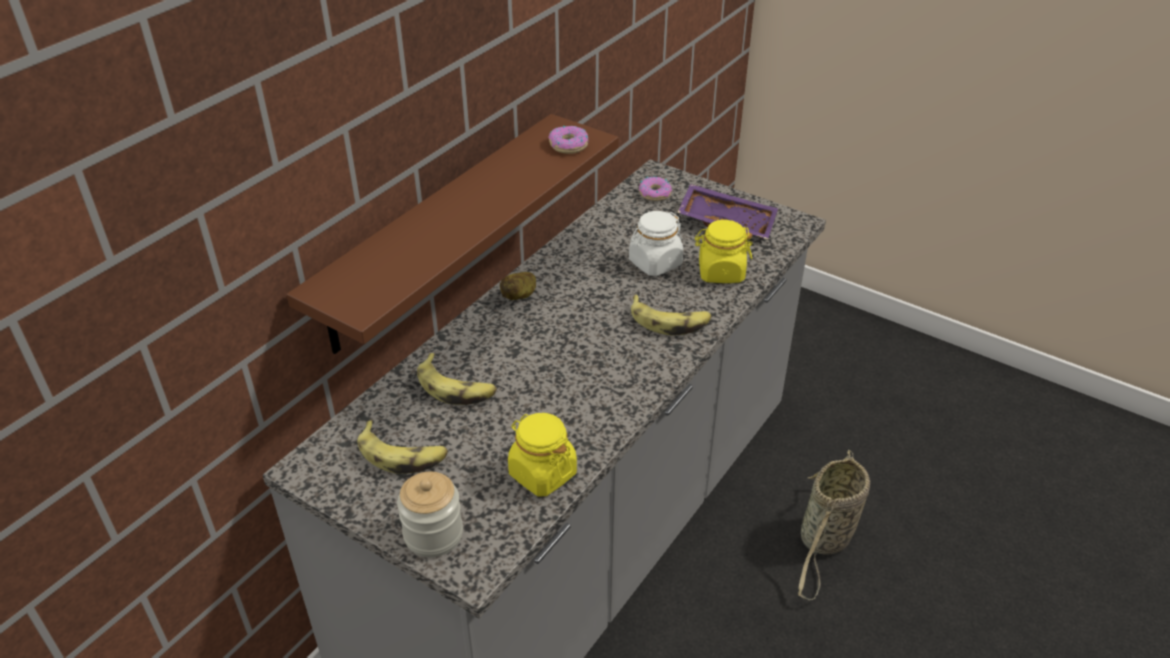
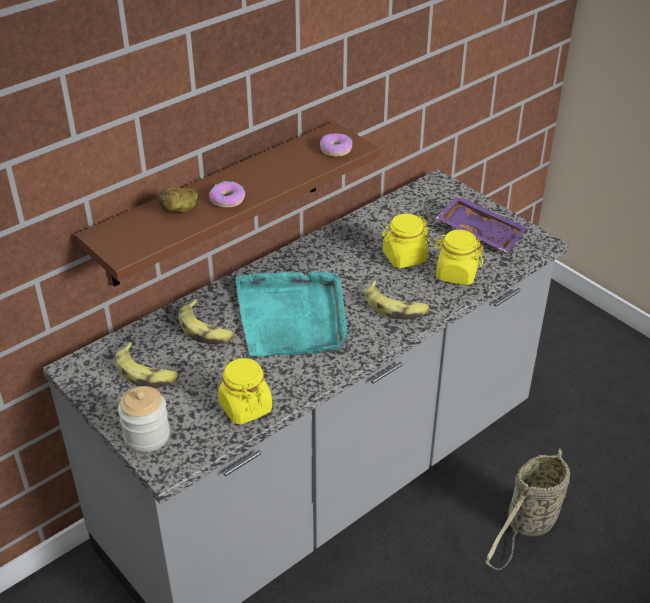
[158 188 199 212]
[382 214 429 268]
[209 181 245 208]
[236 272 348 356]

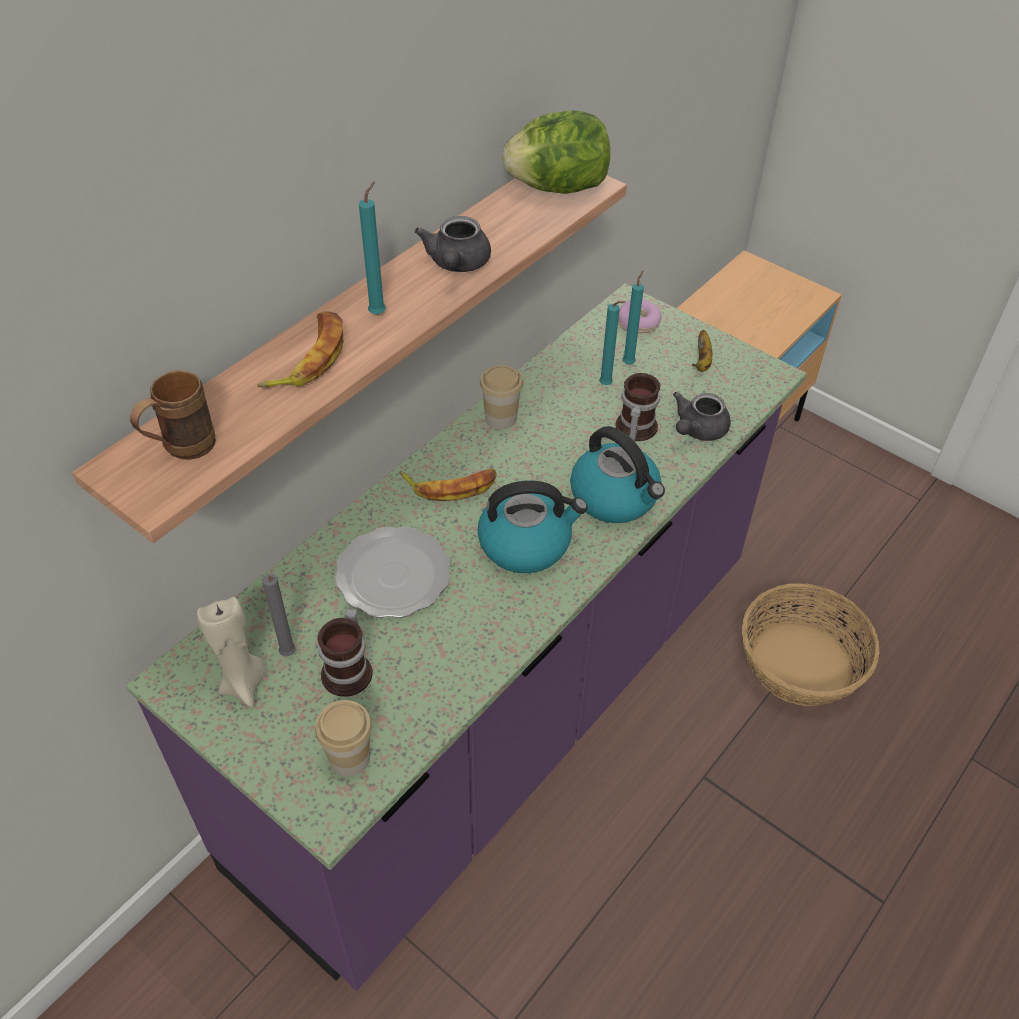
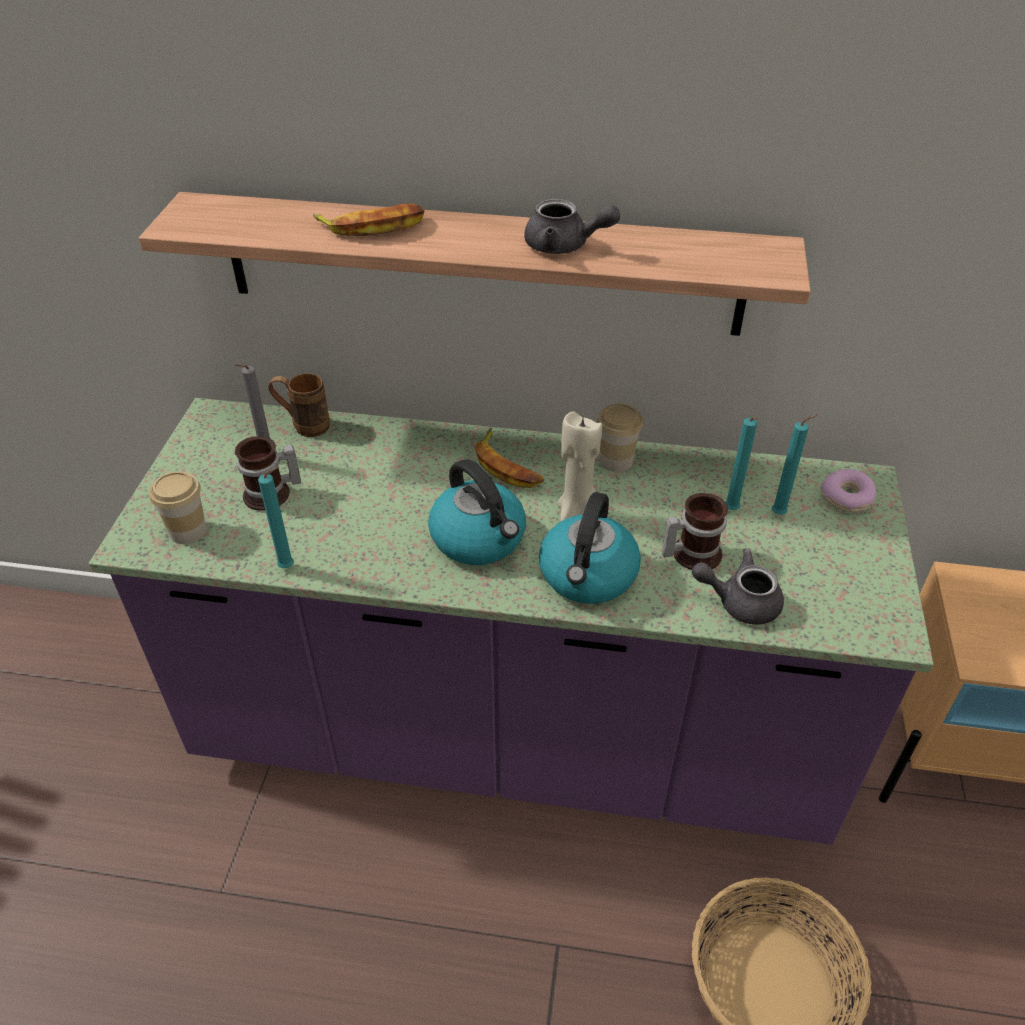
[268 373 330 437]
[557 411 602 522]
[335 527 451 618] (first image)
[258 467 294 568]
[524 199 620 254]
[502 110 610 194] (first image)
[692 330 712 372] (first image)

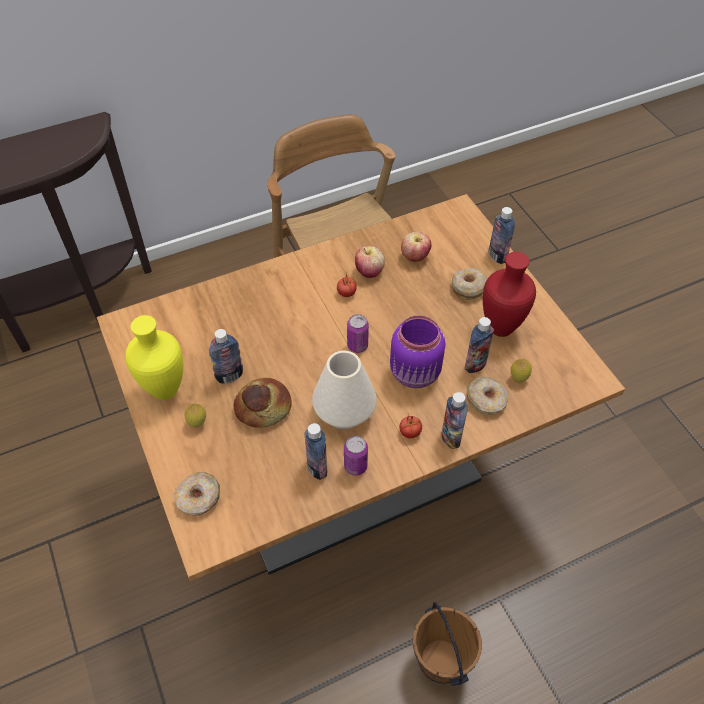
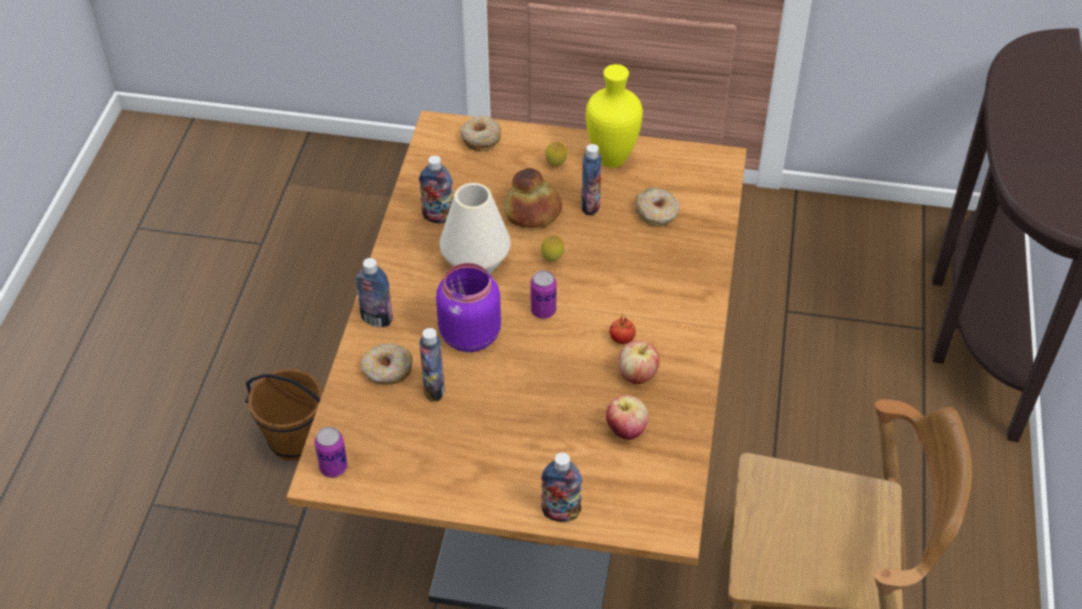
[314 427 348 478]
[399 415 422 438] (first image)
[635 188 679 226]
[483 252 536 337] (first image)
[541 236 564 262]

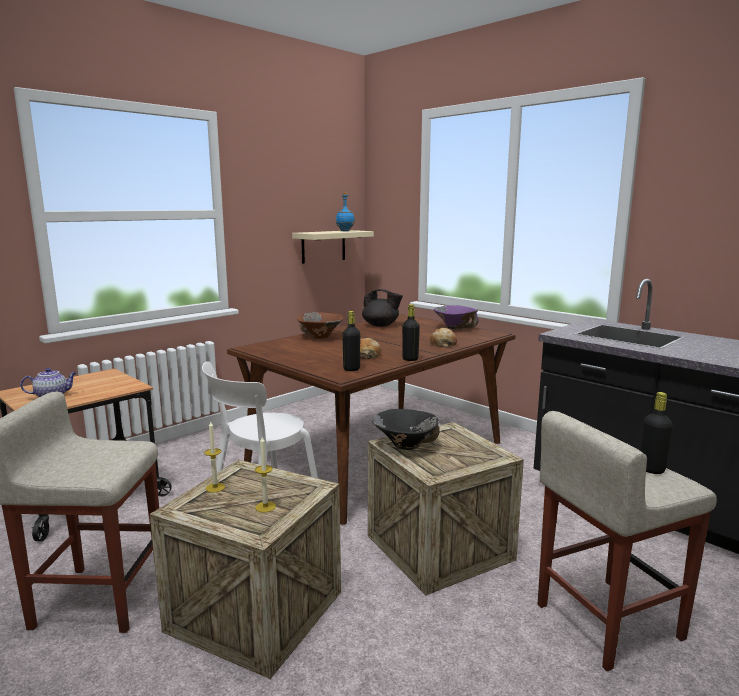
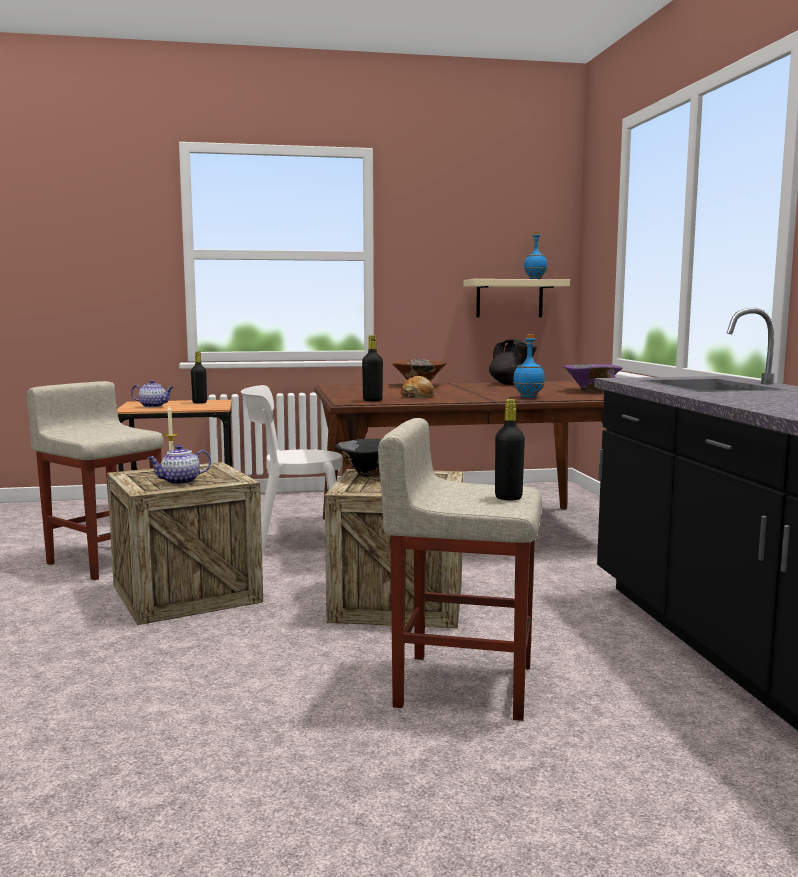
[147 445 211 485]
[191 351 207 404]
[513 334 545 398]

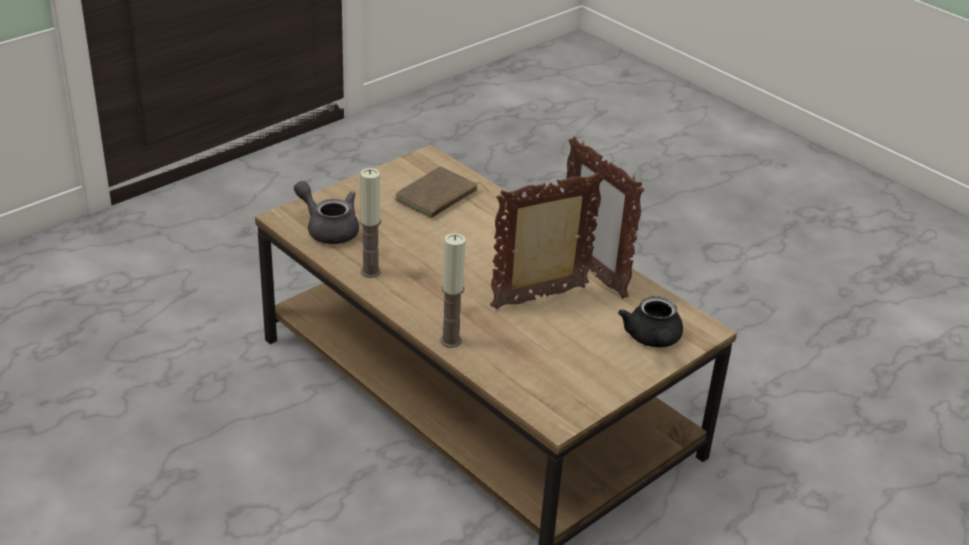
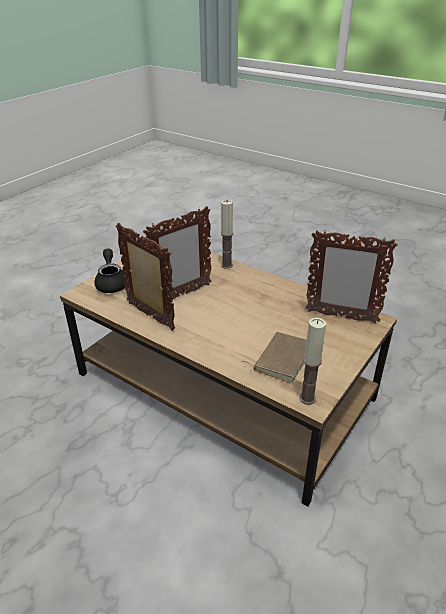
[306 230 397 323]
[299 318 326 405]

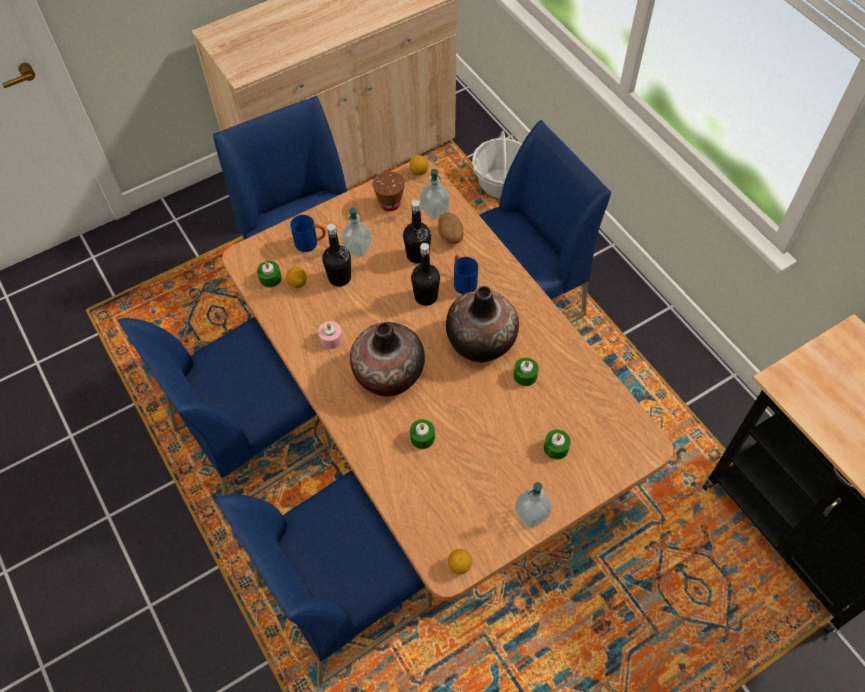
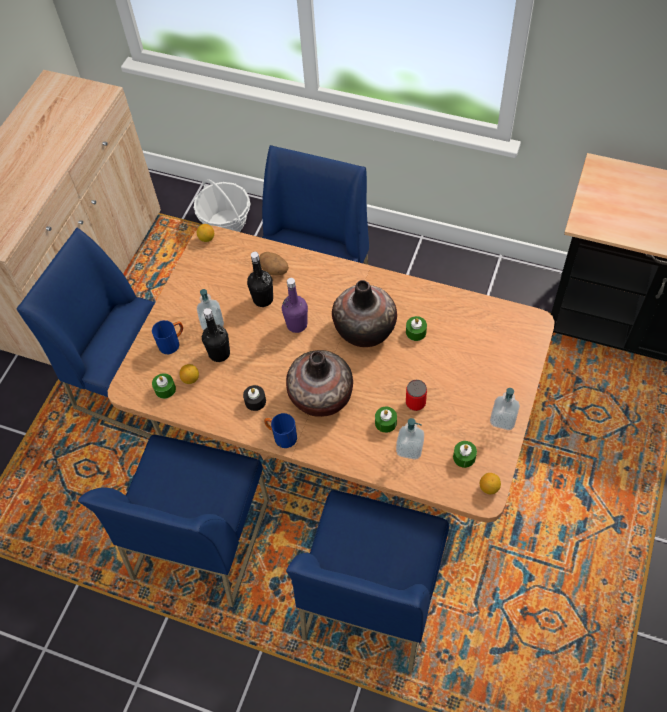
[243 385 266 411]
[373 171 405 211] (first image)
[282 278 308 333]
[396 418 424 460]
[264 413 297 448]
[453 441 477 468]
[406 380 427 411]

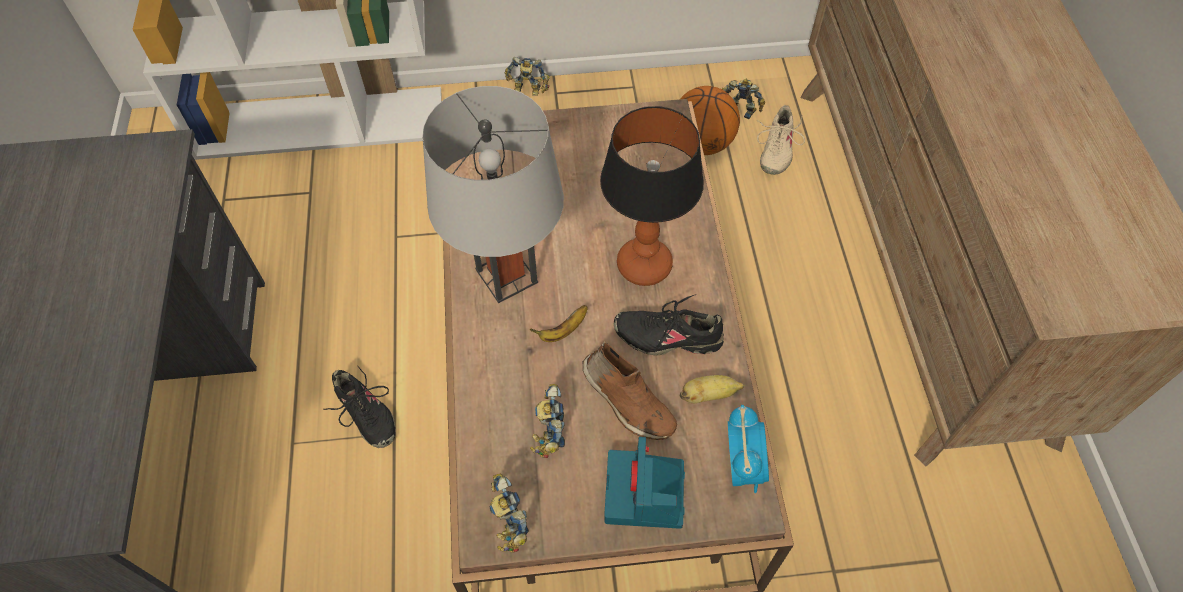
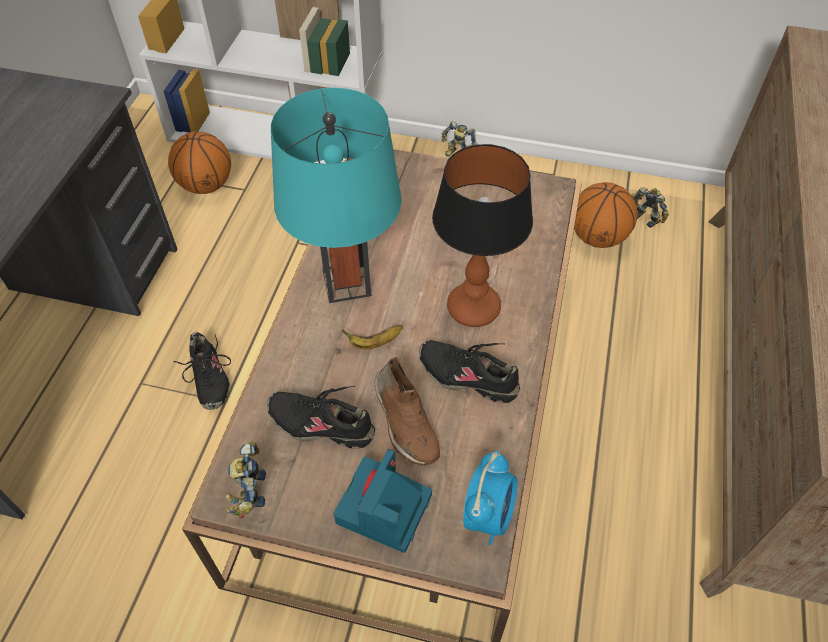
[271 88 402 303]
[267 386 375 449]
[680 375 744 403] (first image)
[757 105 805 175] (first image)
[168 131 231 194]

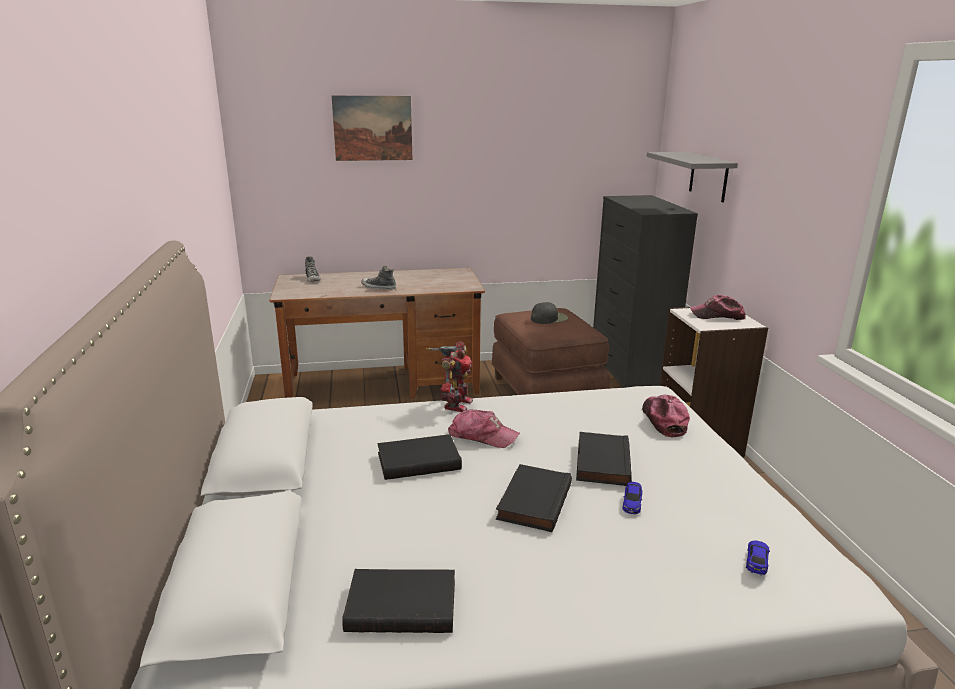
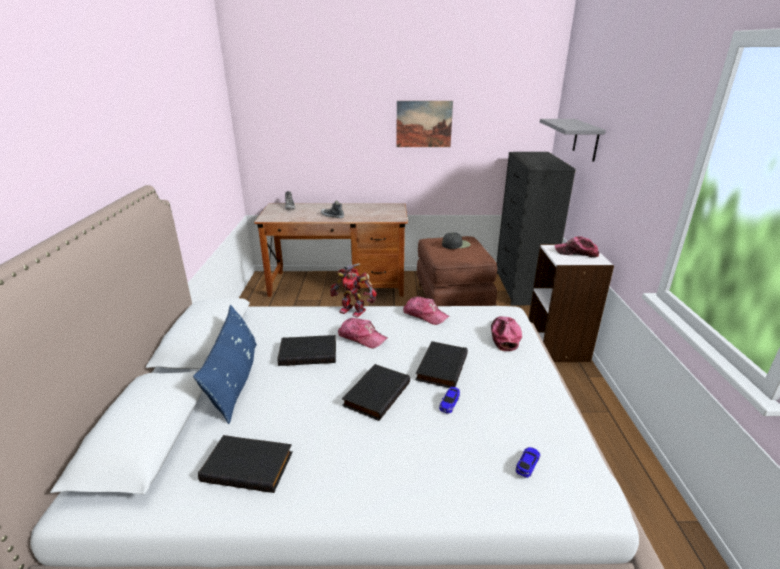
[396 101 453 147]
[330 263 377 317]
[193 305 257 424]
[403 296 449 325]

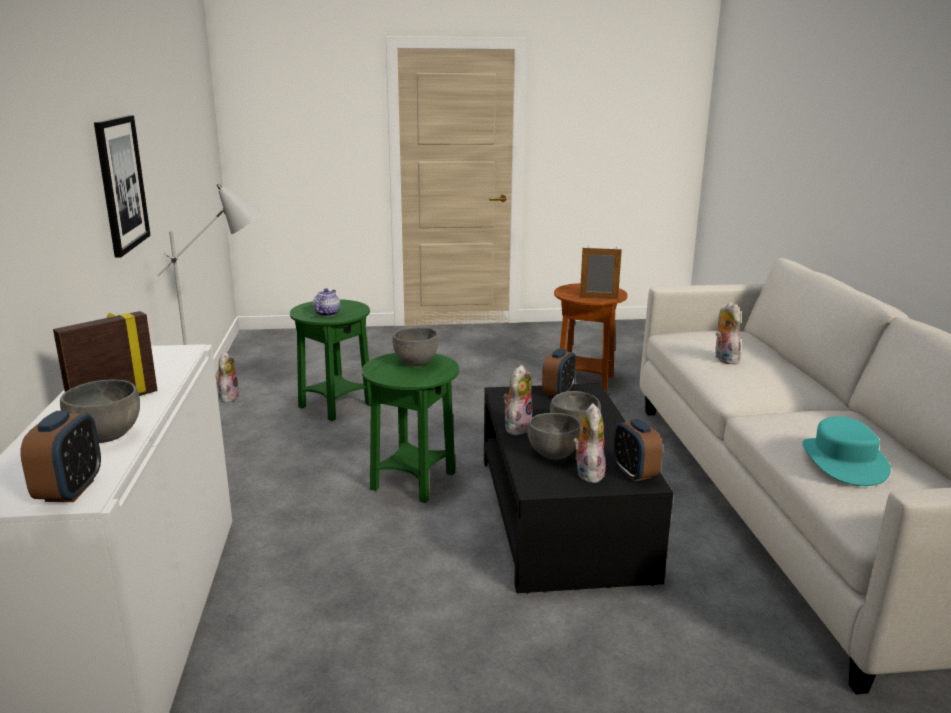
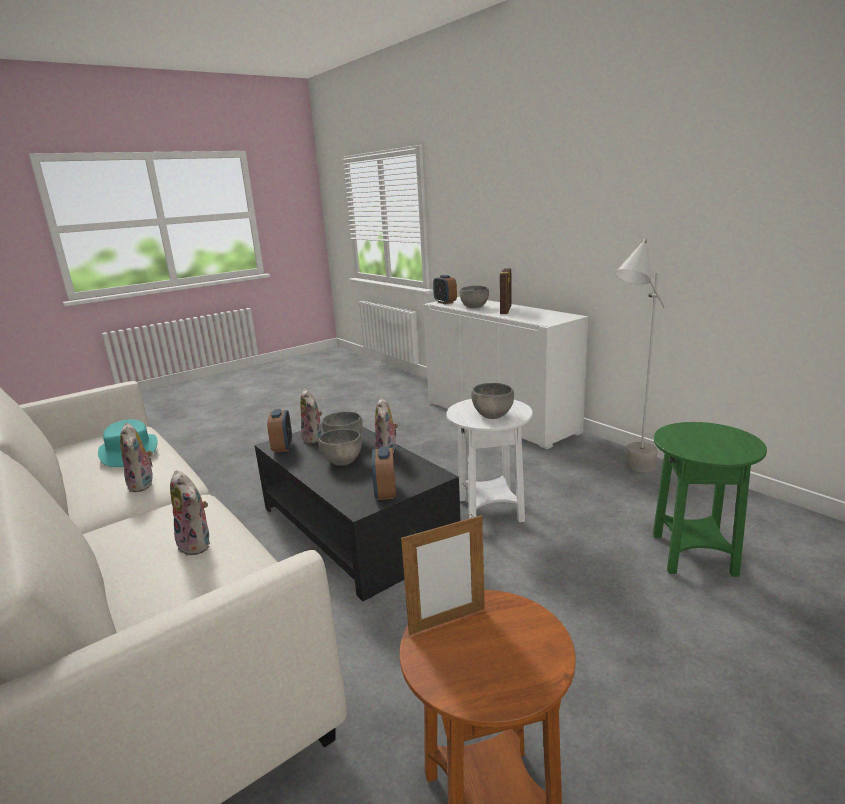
[94 115 151 258] (first image)
[120 423 153 492]
[313 288 340 317] (first image)
[446 399 533 522]
[267 409 292 453]

